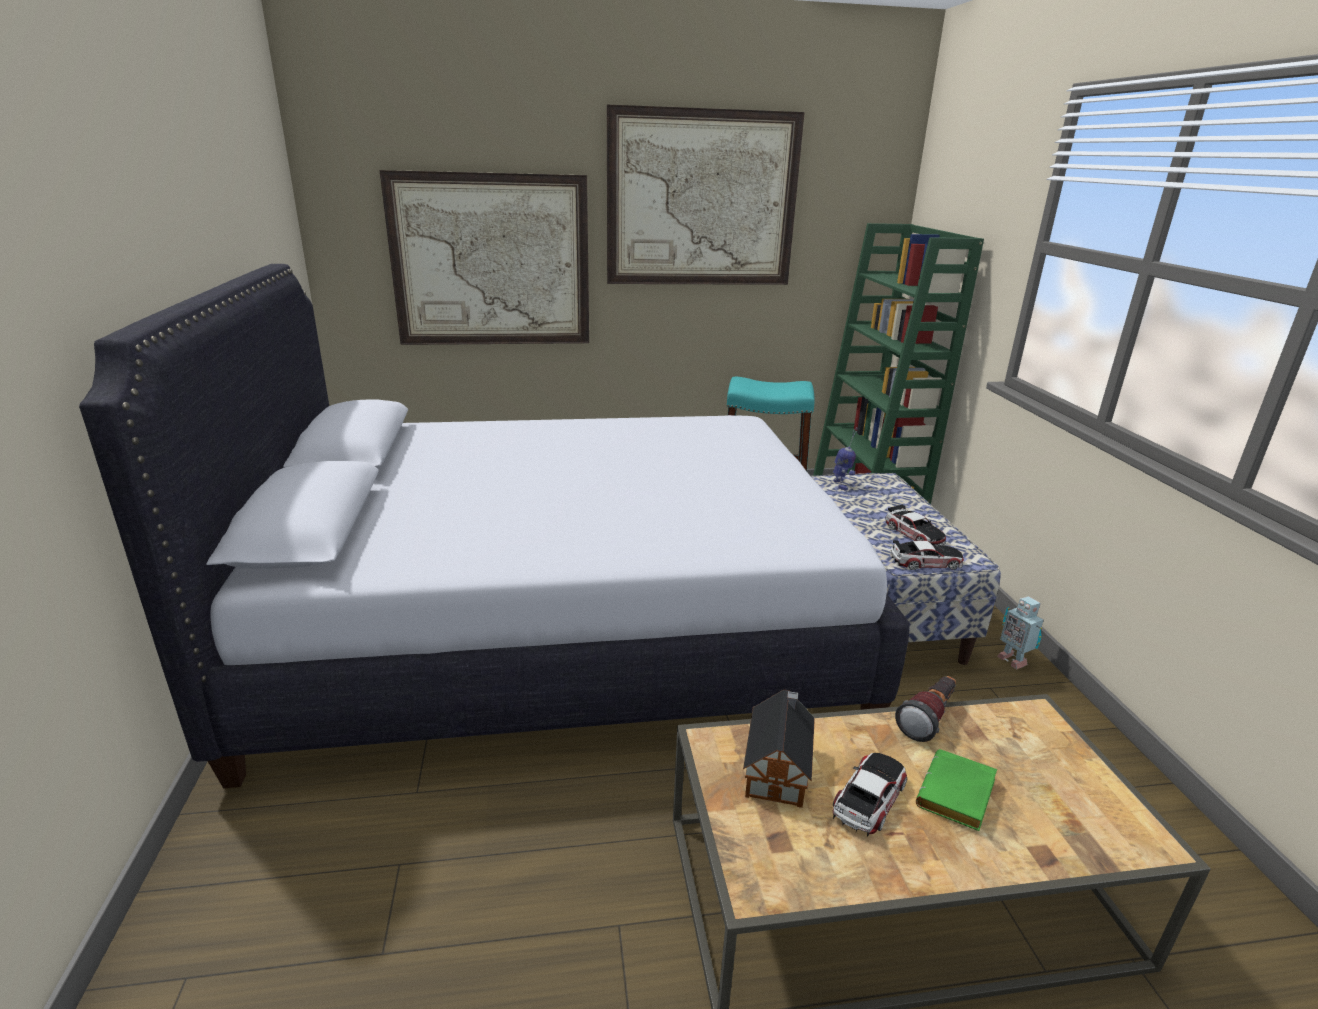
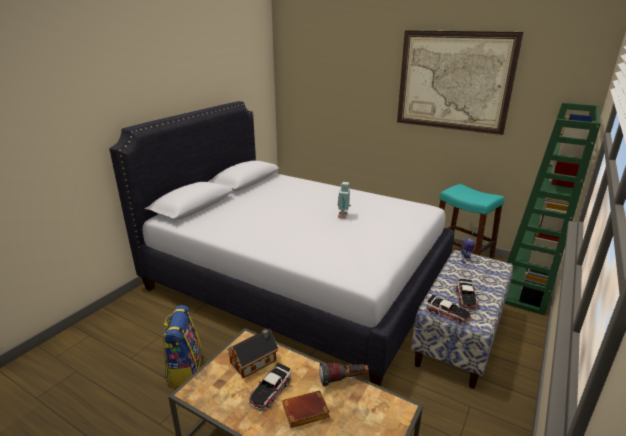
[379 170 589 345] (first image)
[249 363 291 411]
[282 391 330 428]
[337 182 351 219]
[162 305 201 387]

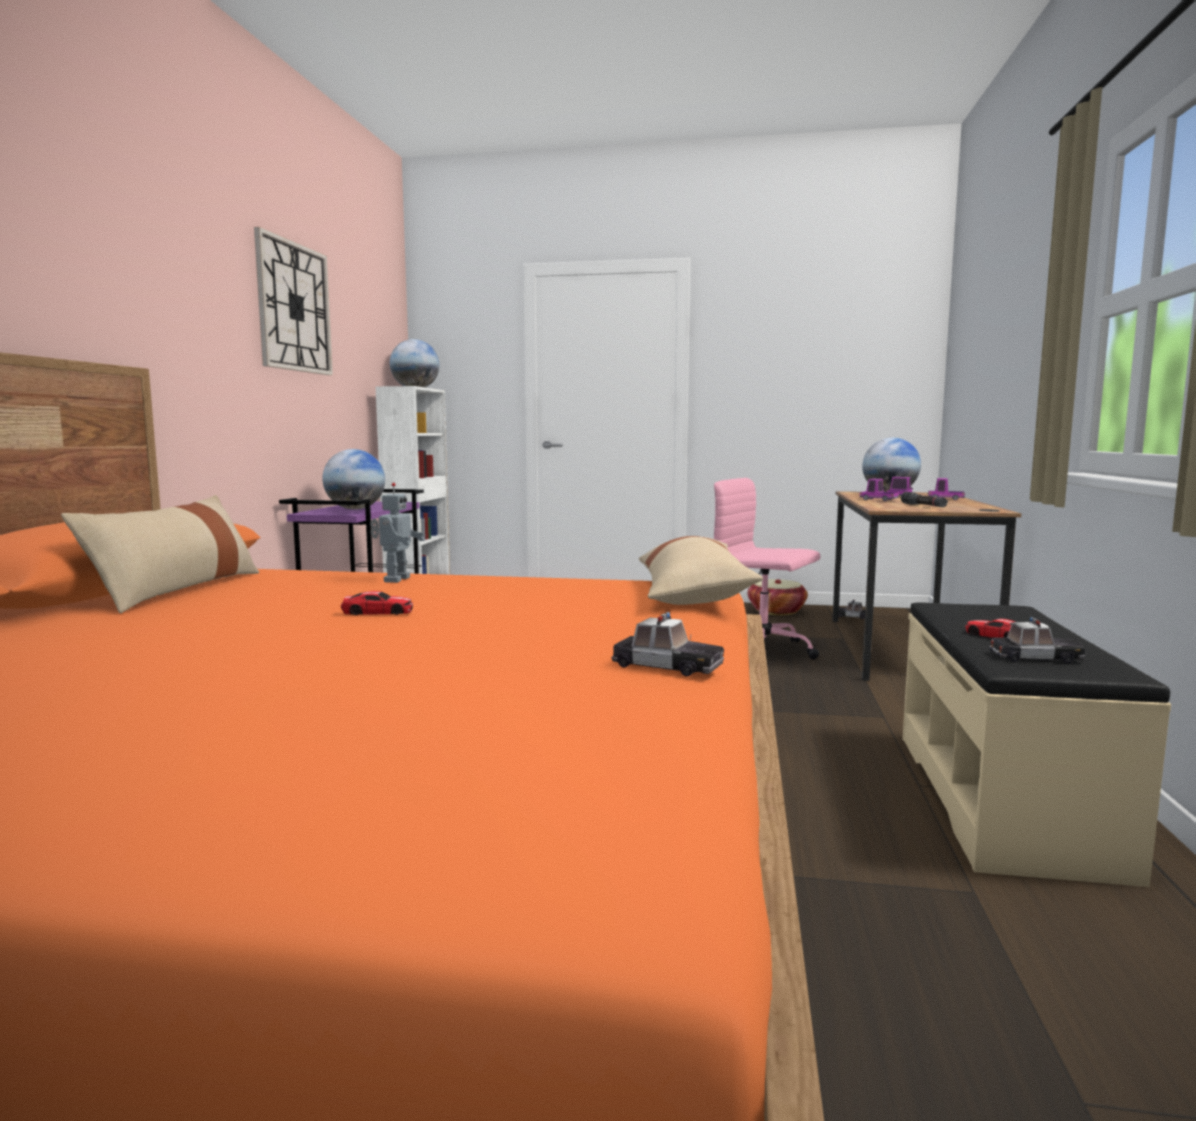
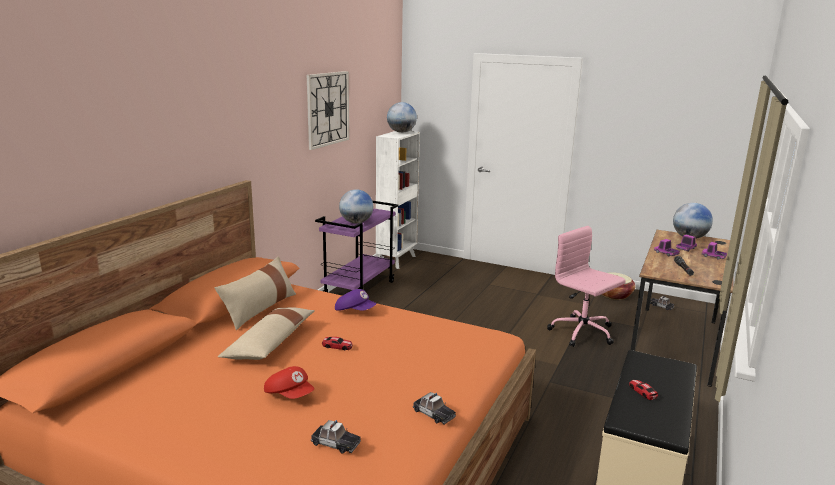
[335 289 376 311]
[218 308 315 360]
[311 420 361 454]
[264 366 314 399]

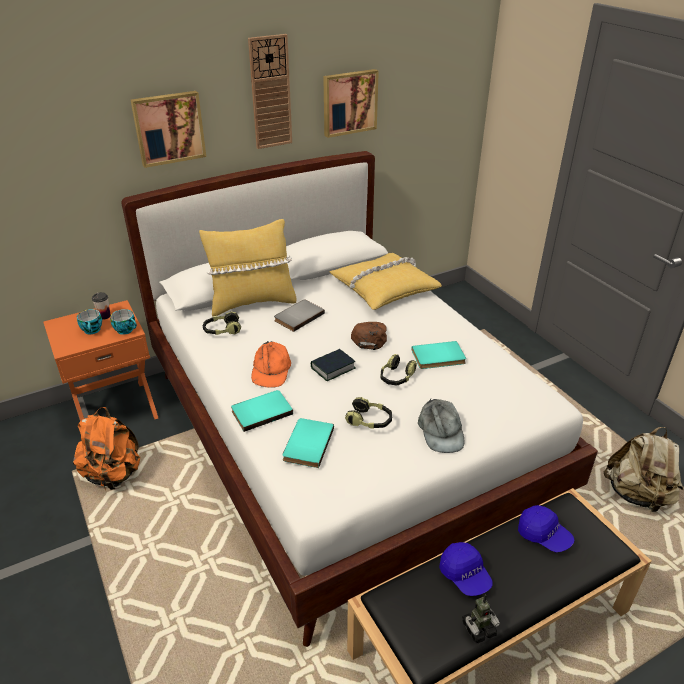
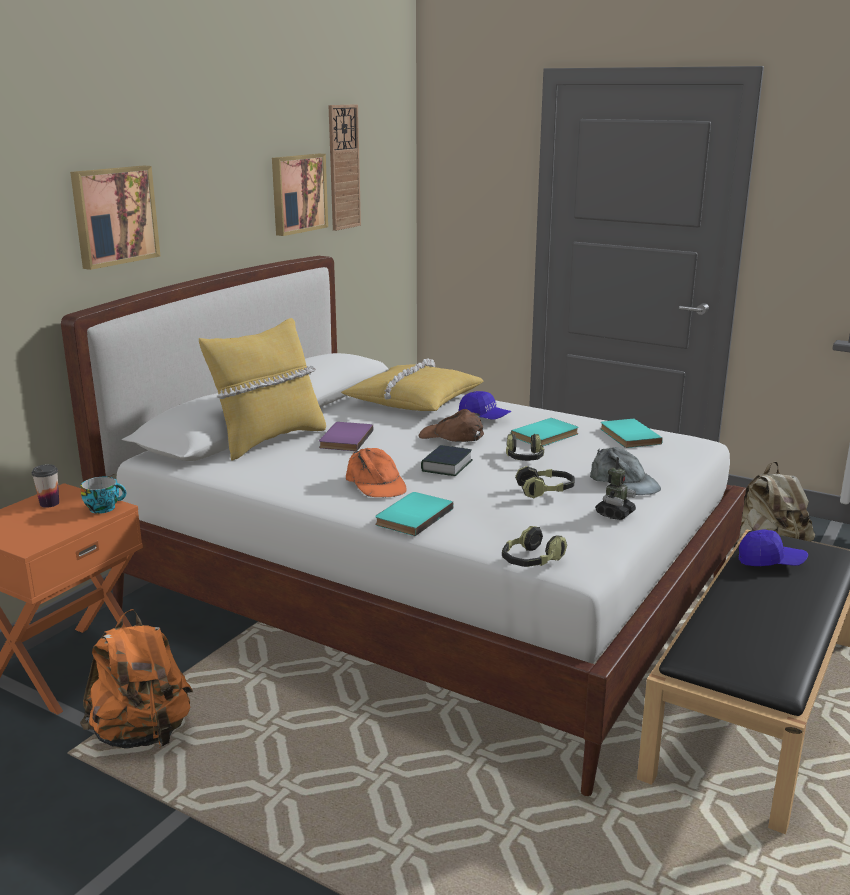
[77 309 102 334] (first image)
[502 526 567 567]
[328 104 361 231]
[319 422 374 451]
[600 419 663 448]
[419 409 484 442]
[459 391 511 420]
[595 457 636 520]

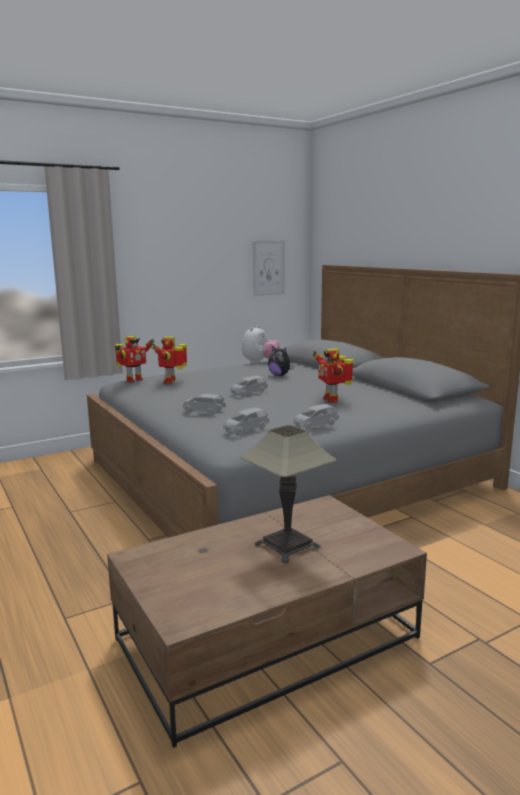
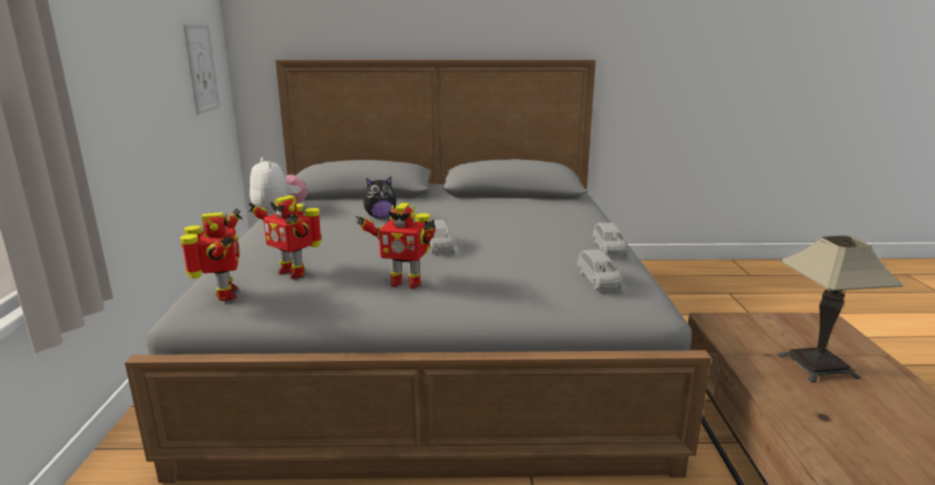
[183 394 226 415] (first image)
[355 203 435 289]

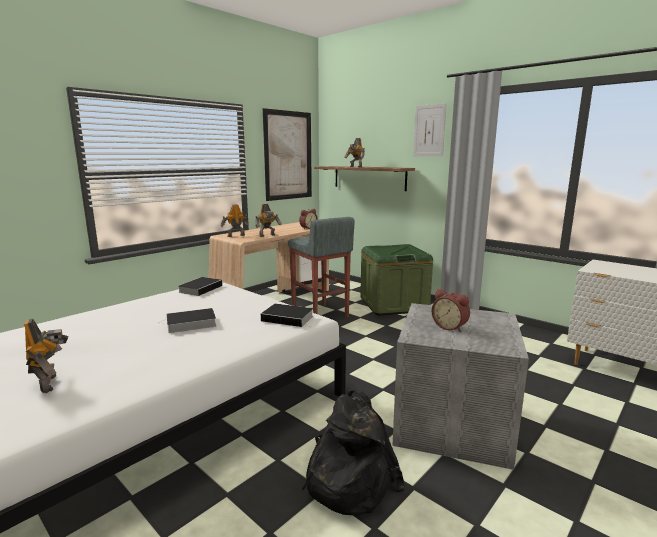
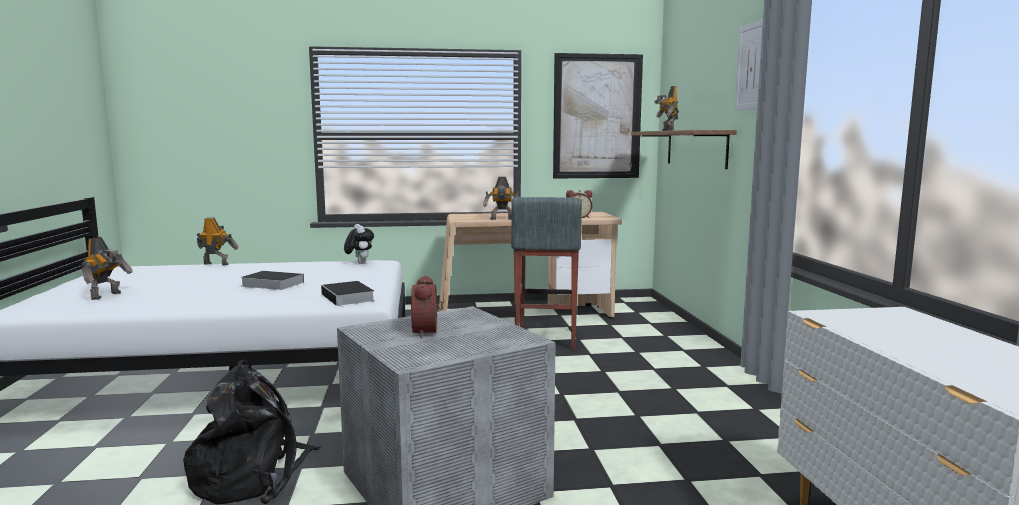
[344 224 374 264]
[197 217 238 265]
[360 244 433 315] (first image)

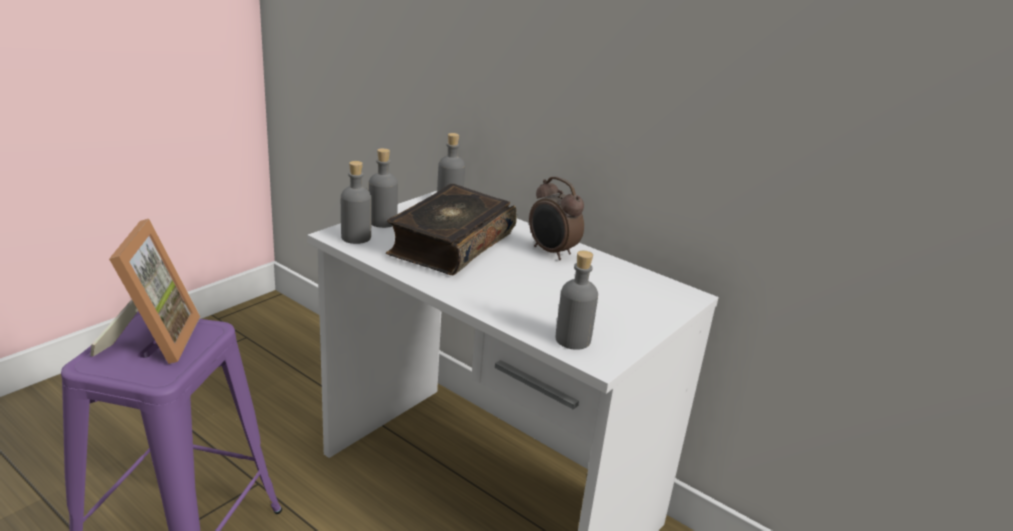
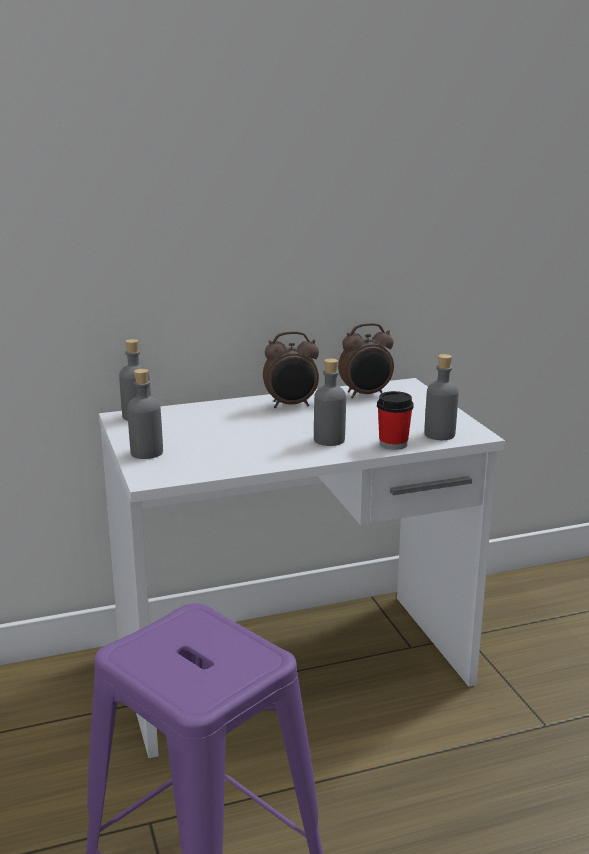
[90 219 200 364] (first image)
[314 358 346 446]
[386 184 517 275] (first image)
[338 323 394 398]
[377 391 413 450]

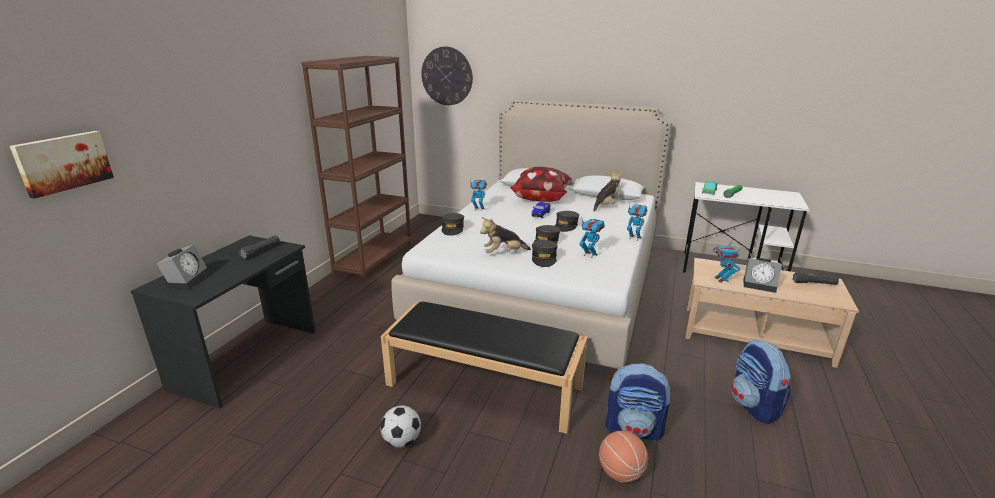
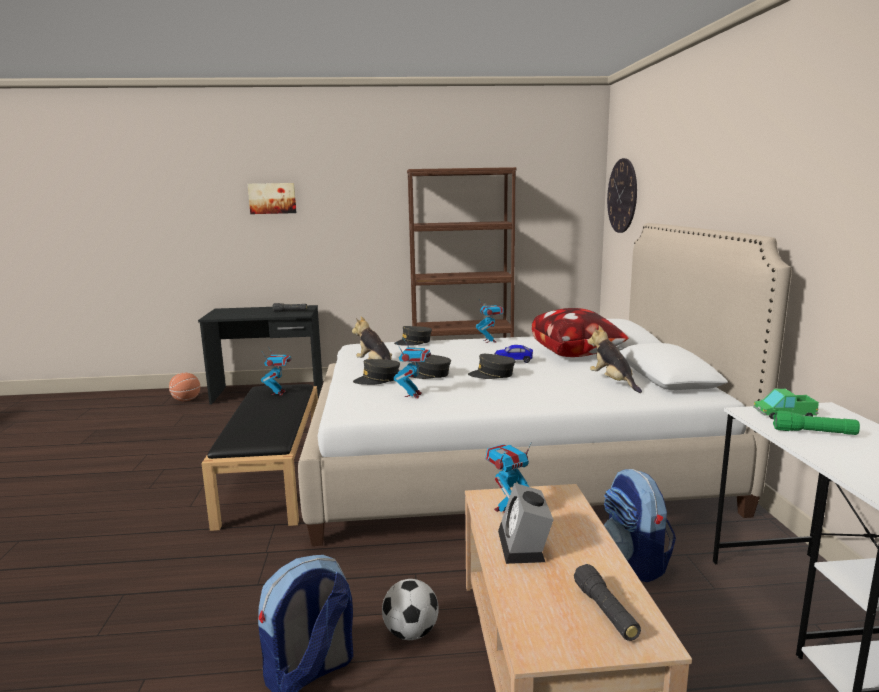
[248 183 296 214]
[157 245 210 289] (first image)
[382 579 439 640]
[587 326 642 393]
[169 373 200 401]
[604 469 676 582]
[261 347 291 395]

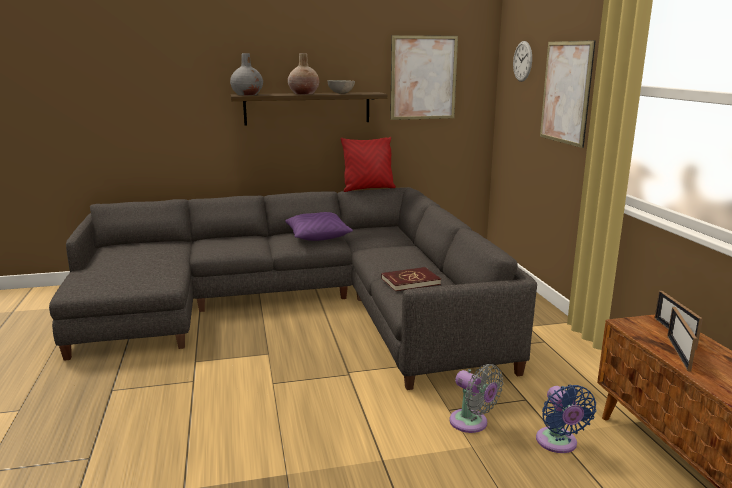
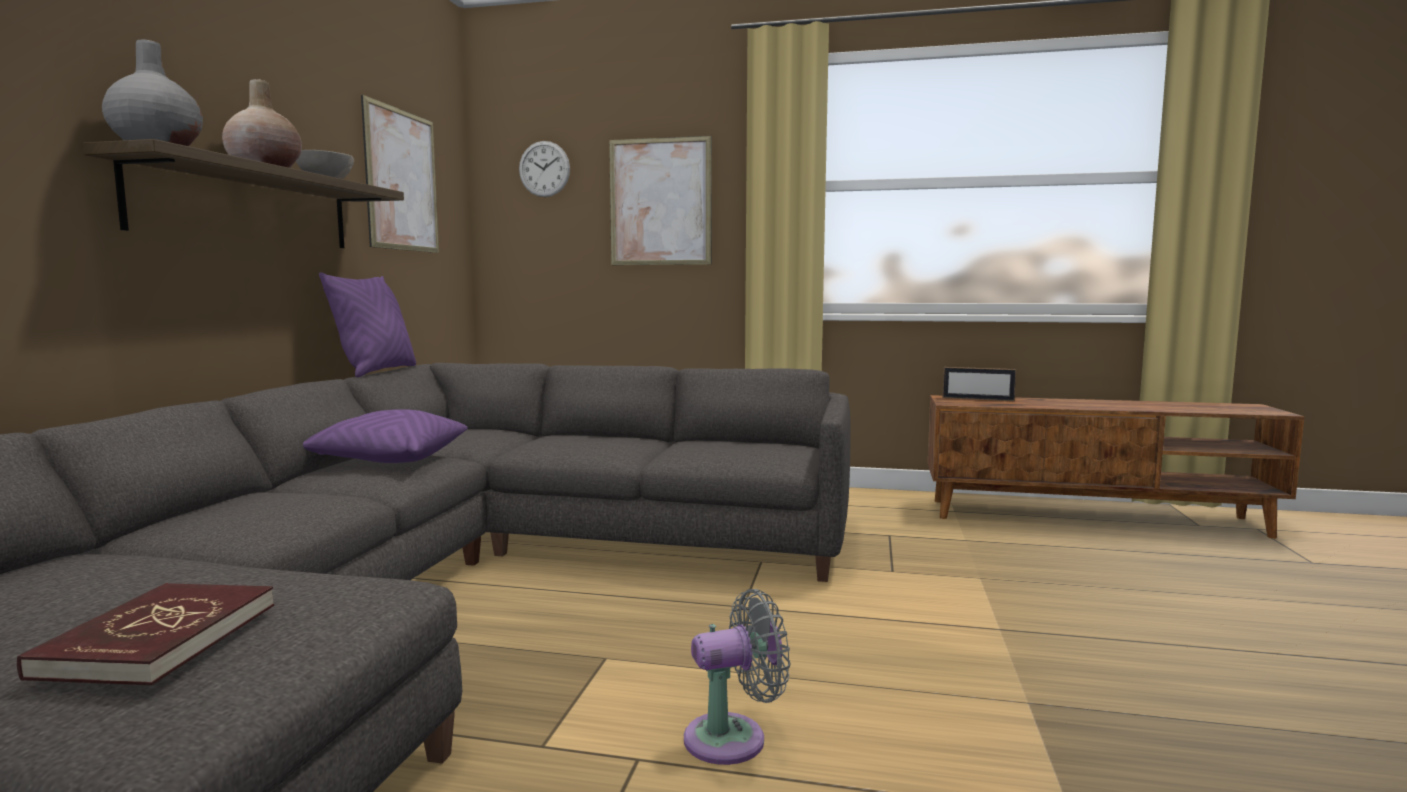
[319 272 416 377]
[17 583 274 685]
[684 589 790 765]
[536 385 597 453] (first image)
[667 307 697 372] (first image)

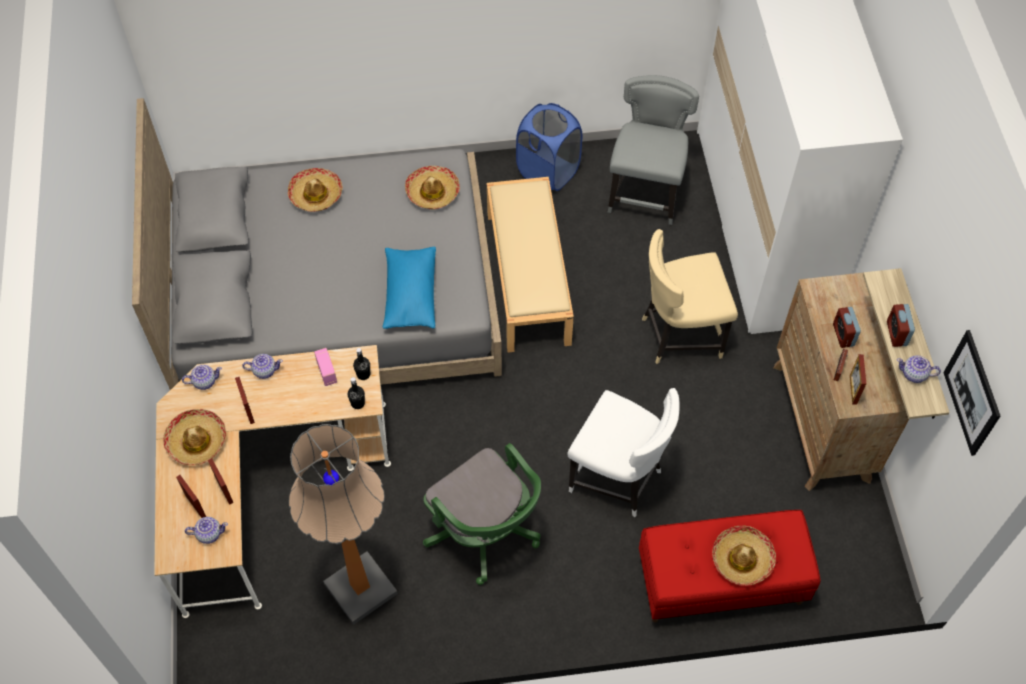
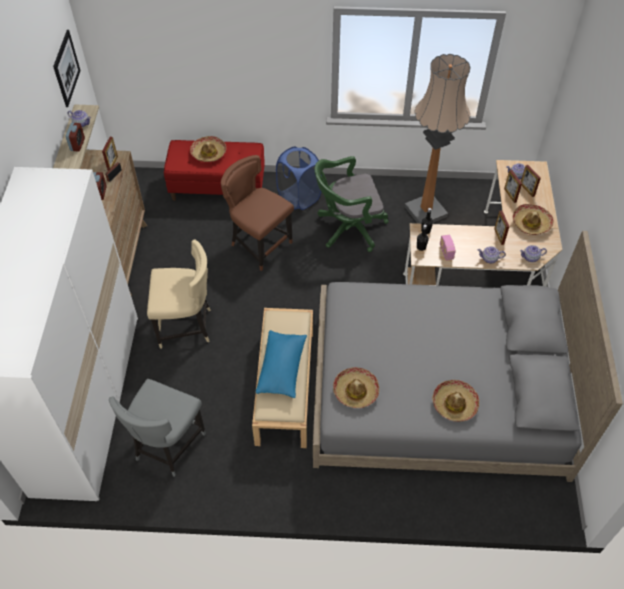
[256 330 307 398]
[315 156 389 252]
[276 146 322 210]
[221 155 294 271]

